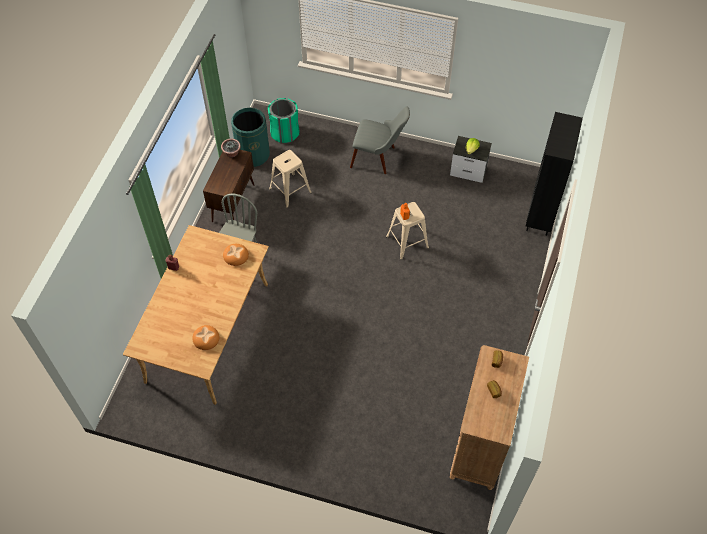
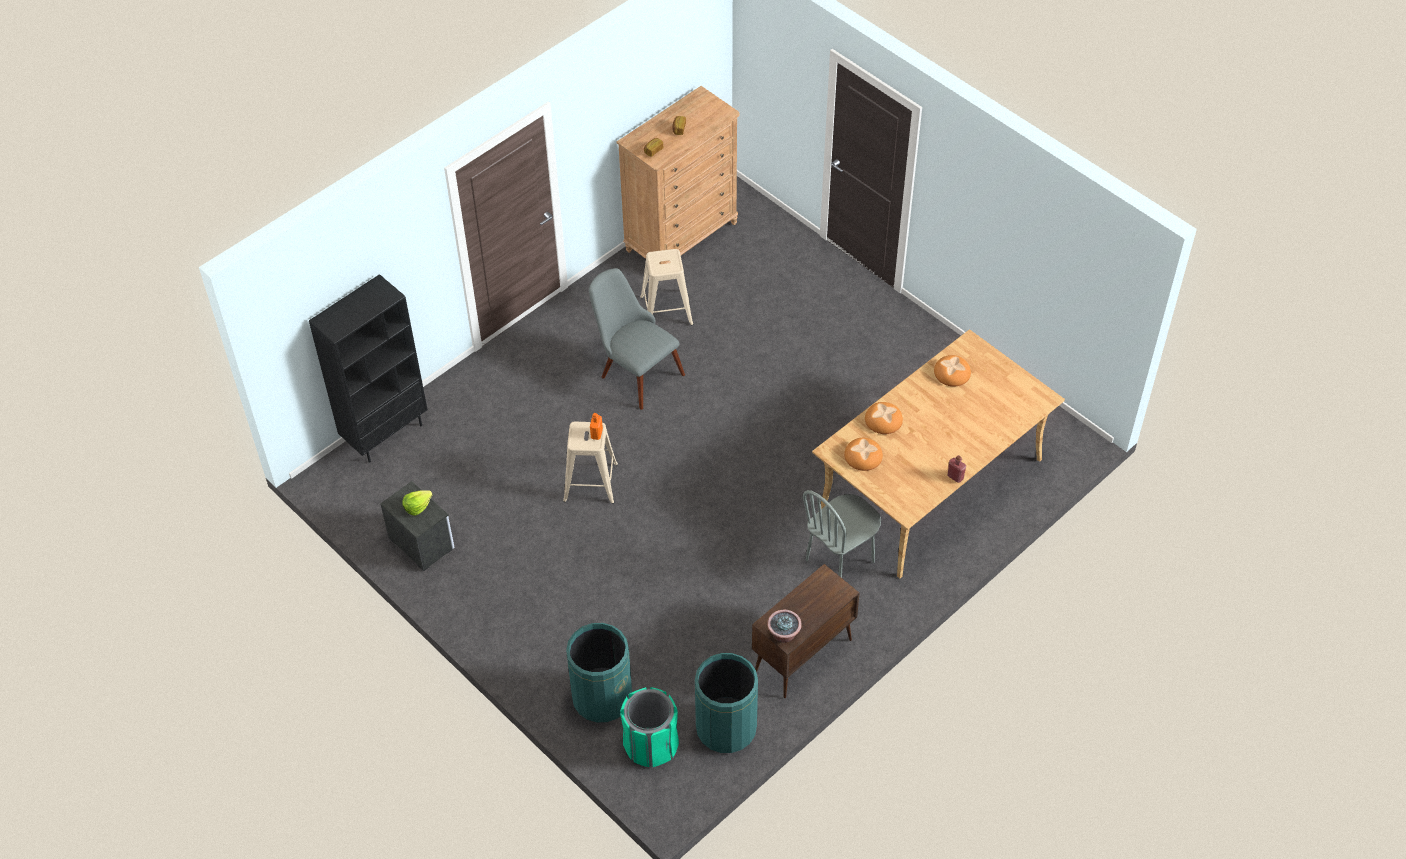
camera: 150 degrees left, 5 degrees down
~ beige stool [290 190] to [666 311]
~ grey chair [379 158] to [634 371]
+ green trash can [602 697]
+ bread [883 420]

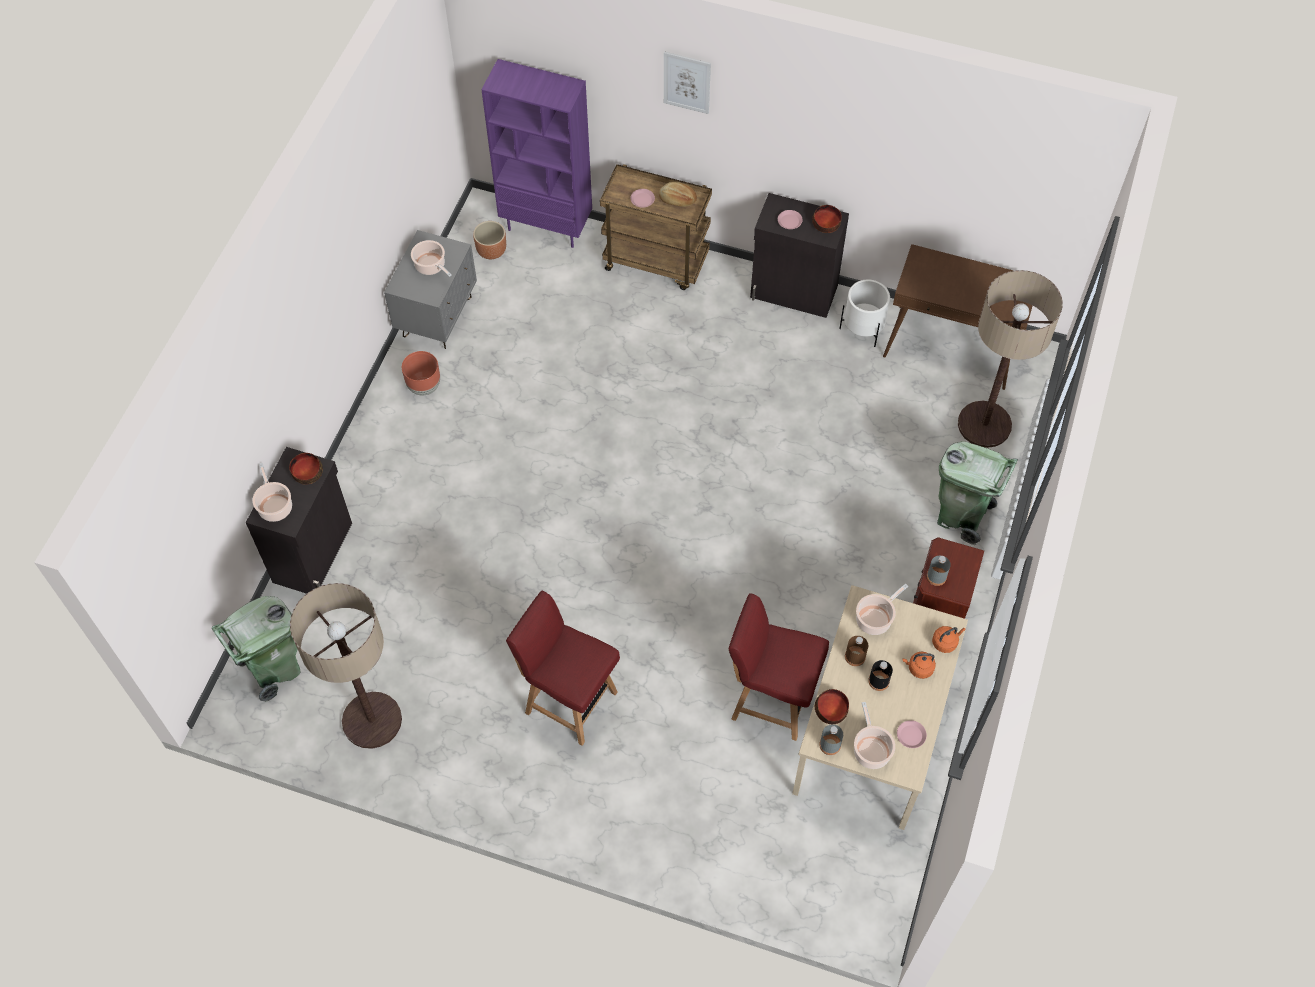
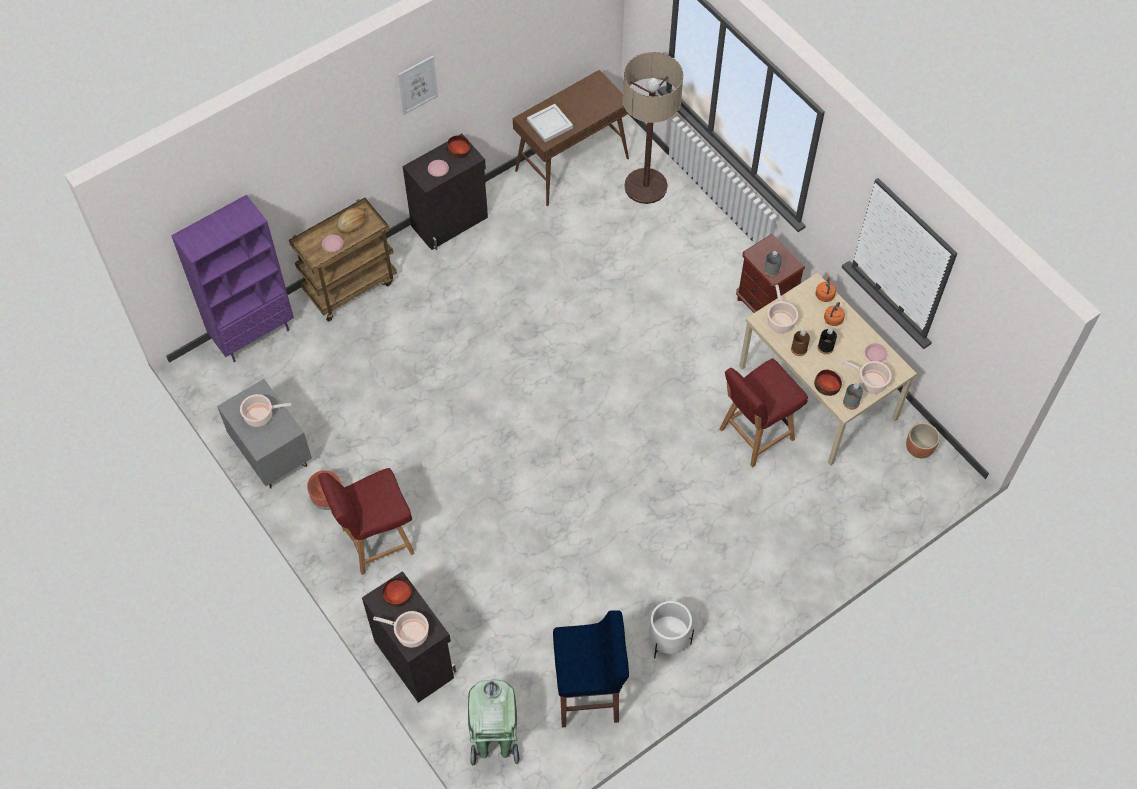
camera: 55 degrees left, 0 degrees up
~ floor lamp [372 720] to blue stool [588 696]
~ brown planter [492 251] to [919 448]
~ red chair [569 701] to [376 541]
~ picture [687 82] to [417 85]
~ white planter [862 330] to [668 641]
- green trash can [961 516]
+ white tray [549 124]

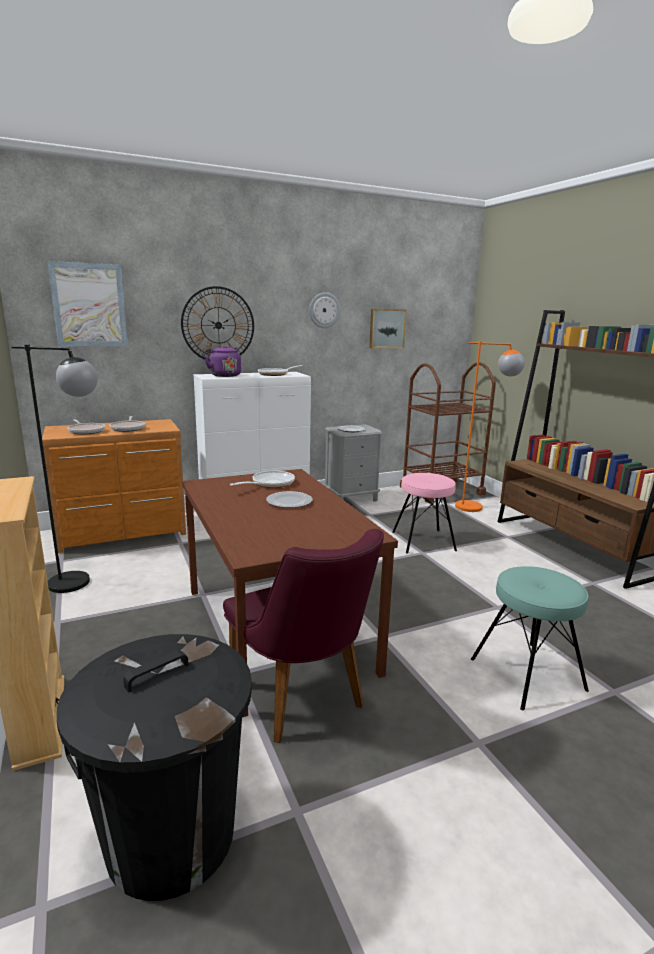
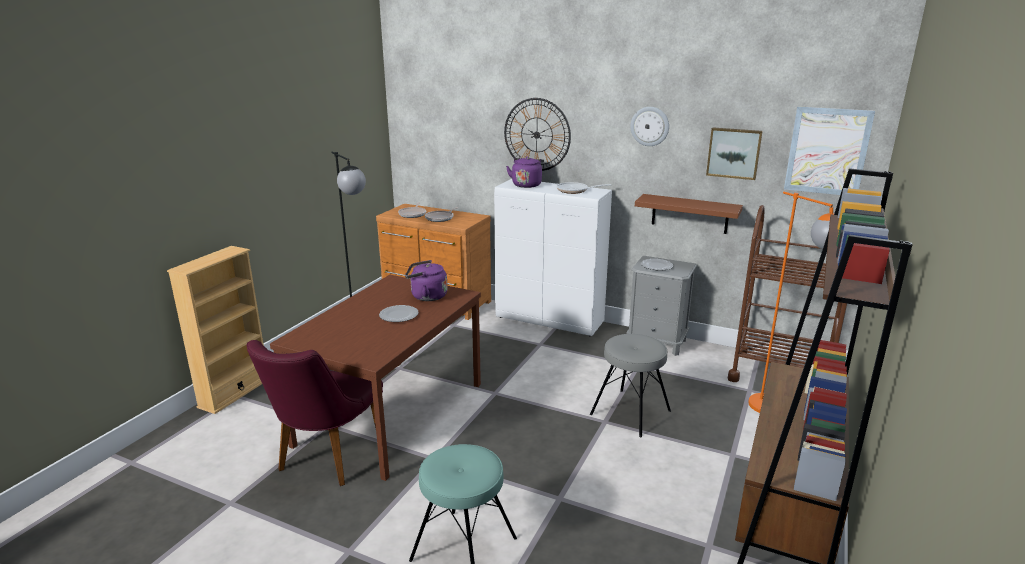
camera: 50 degrees right, 5 degrees up
~ picture [89 305] to [827 151]
- black trash can [170 835]
~ frying pan [270 483] to purple kettle [426 296]
~ pink stool [423 541] to grey stool [630 412]
+ brown shelf [689 214]

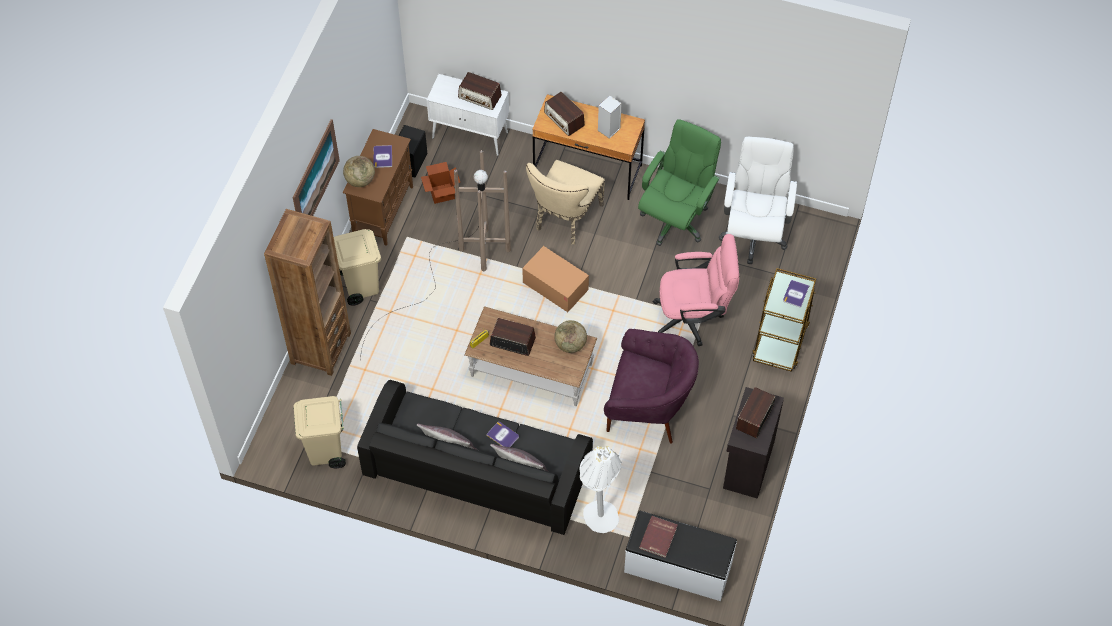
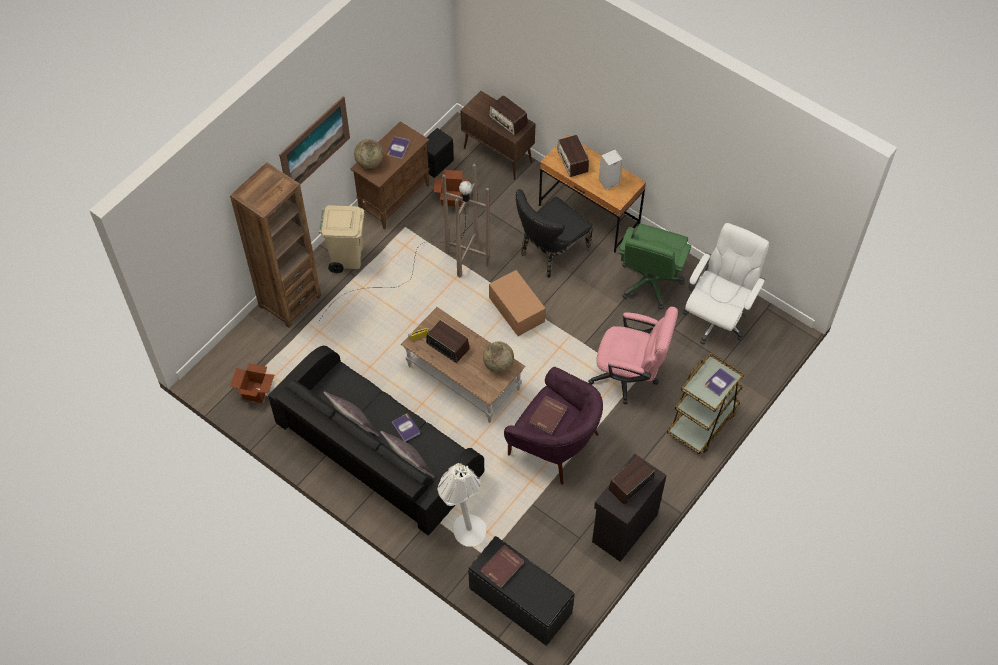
camera: 20 degrees right, 0 degrees up
~ beige trash can [326 451] to cardboard box [255 392]
~ white cabinet [470 135] to brown cabinet [498 155]
~ beige chair [565 219] to black chair [550 253]
~ white bench [678 568] to black bench [520 601]
~ green office chair [675 219] = [650 282] 150 degrees clockwise
+ red book [548 416]

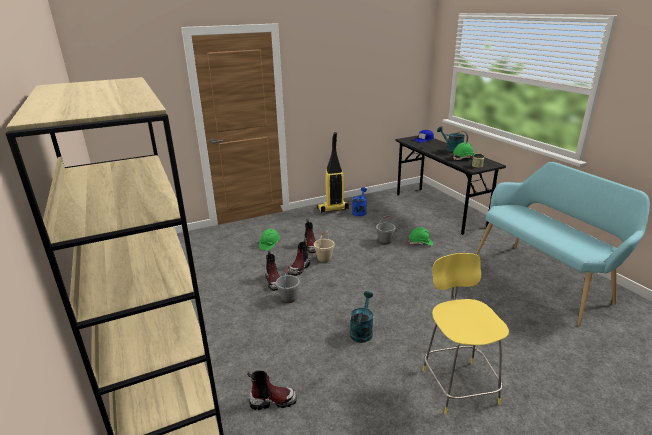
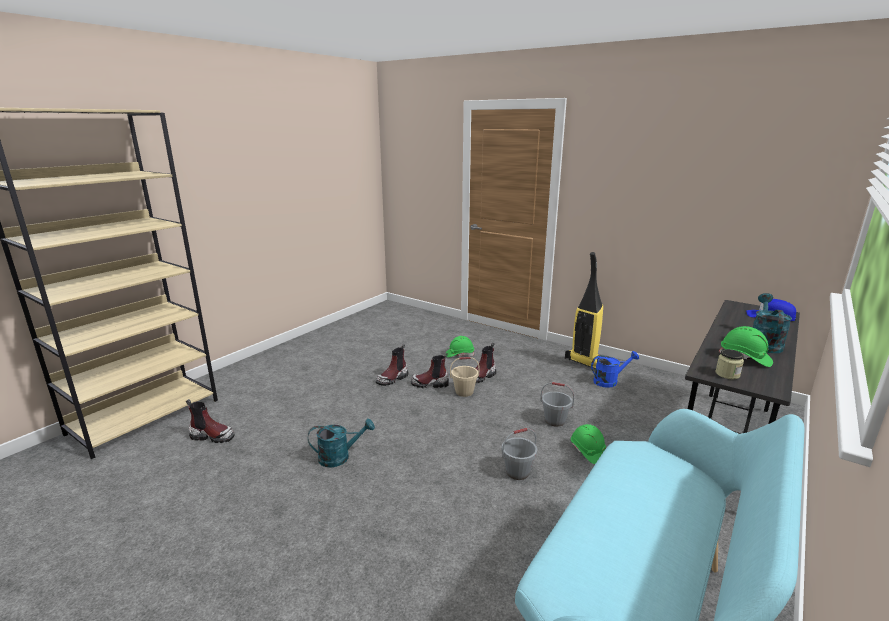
camera: 60 degrees right, 5 degrees down
~ boot [272 401] = [212 436] 45 degrees counterclockwise
~ grey bucket [288 298] to [517 472]
- yellow stool [458 384]

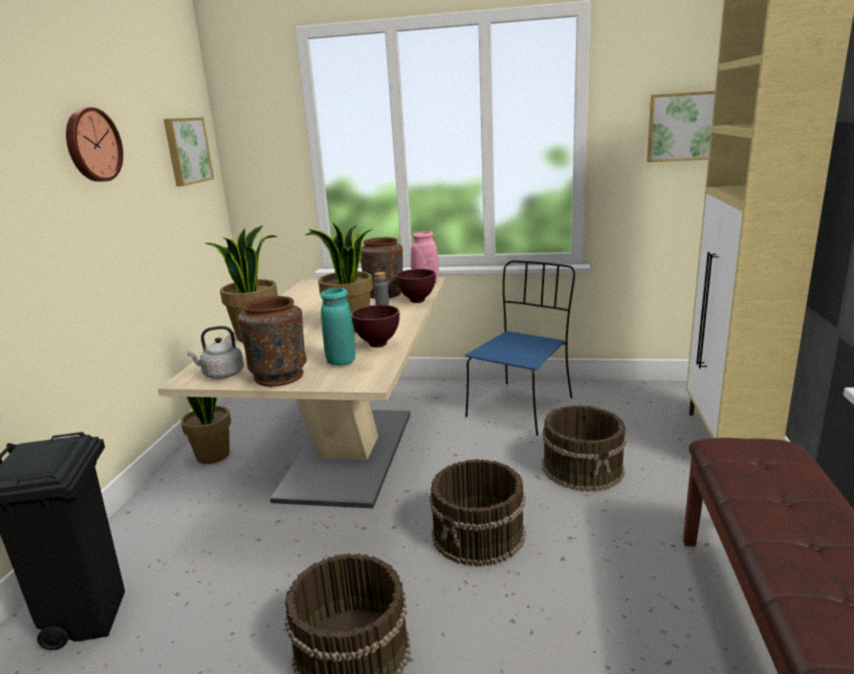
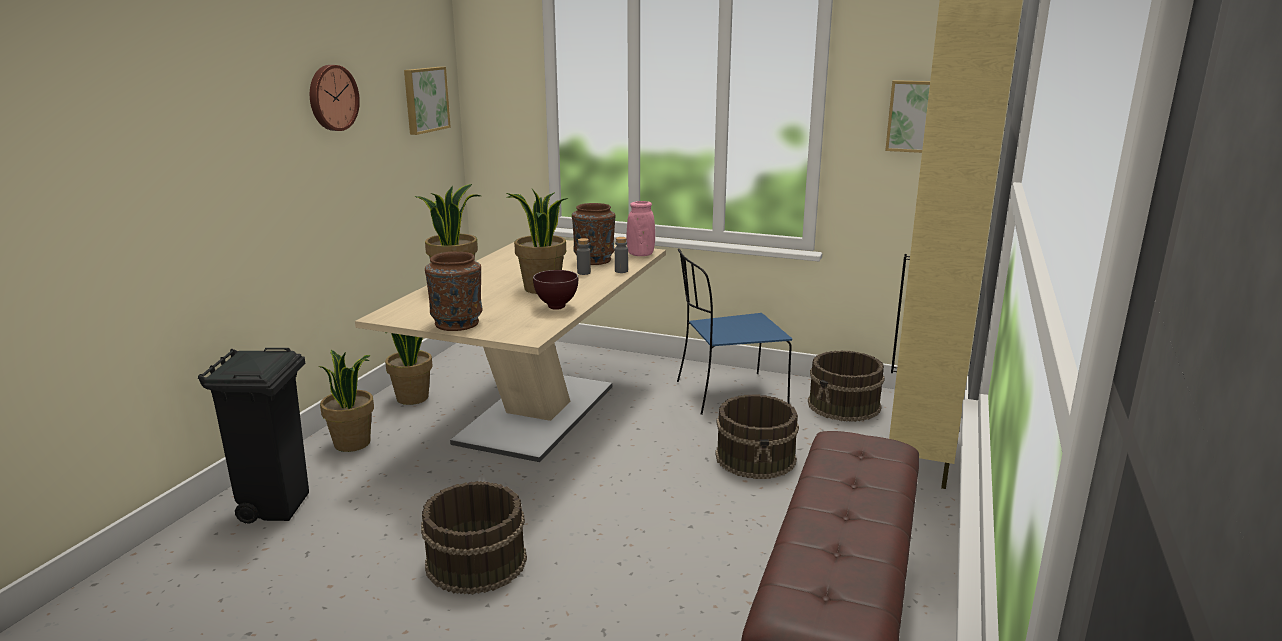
camera: 10 degrees right, 0 degrees up
- grey kettle [221 374]
- turquoise vase [341 361]
~ brown bowl [418 301] to grey bottle [621 271]
~ brown bucket [479 534] to [844 405]
~ blue chair [521 406] = [728 394] 150 degrees counterclockwise
+ potted plant [353 443]

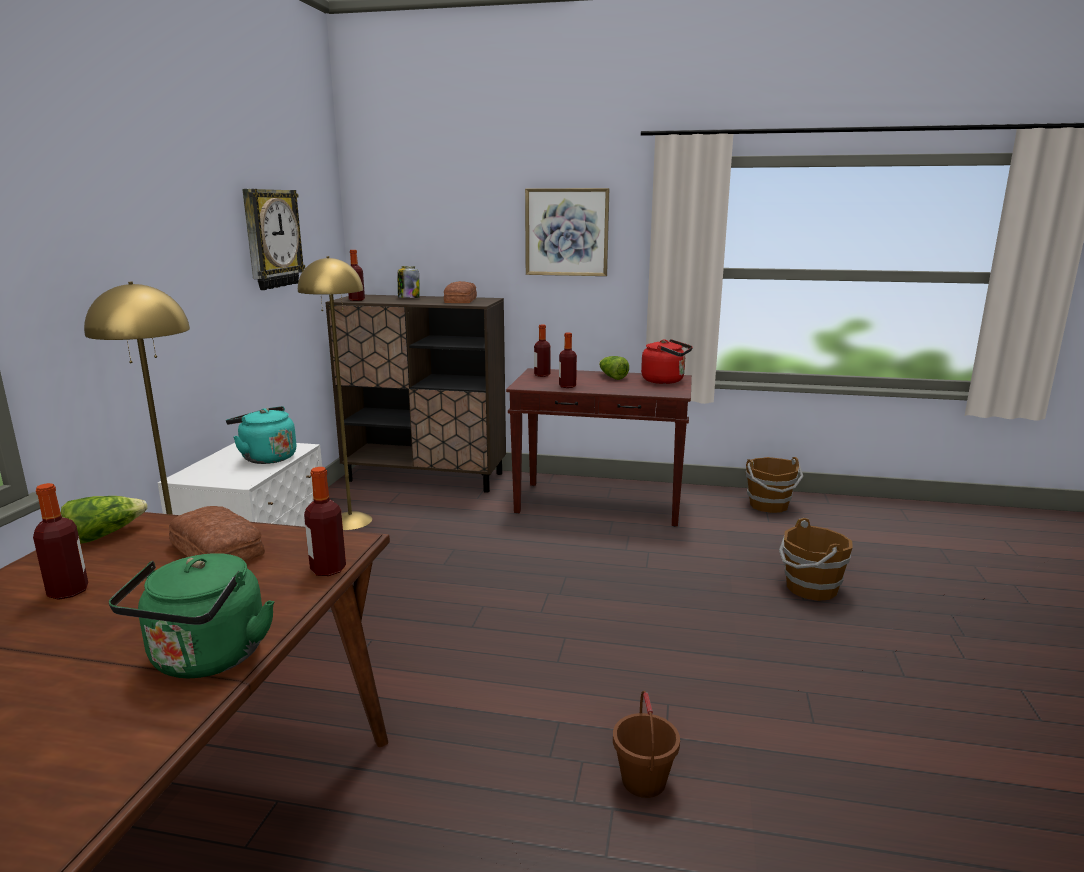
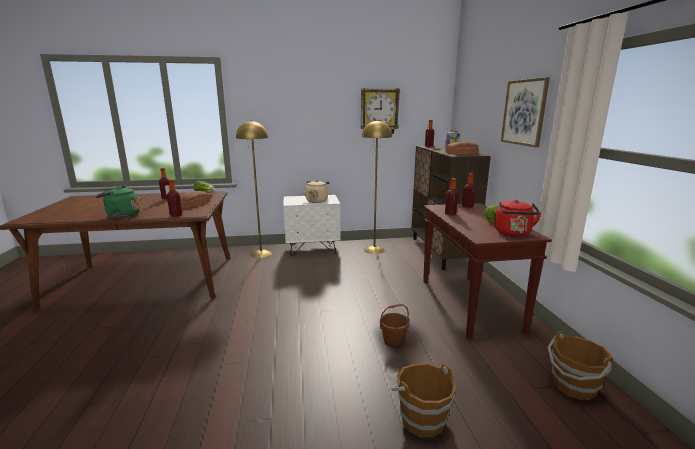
camera: 70 degrees right, 0 degrees up
~ turquoise kettle [266 458] to beige kettle [317 201]
~ brown bucket [644 781] to [393 341]

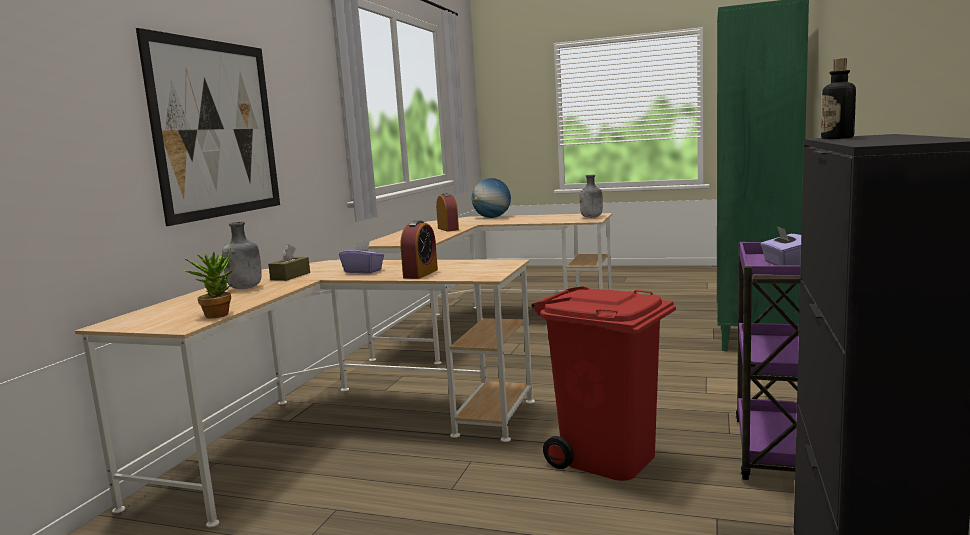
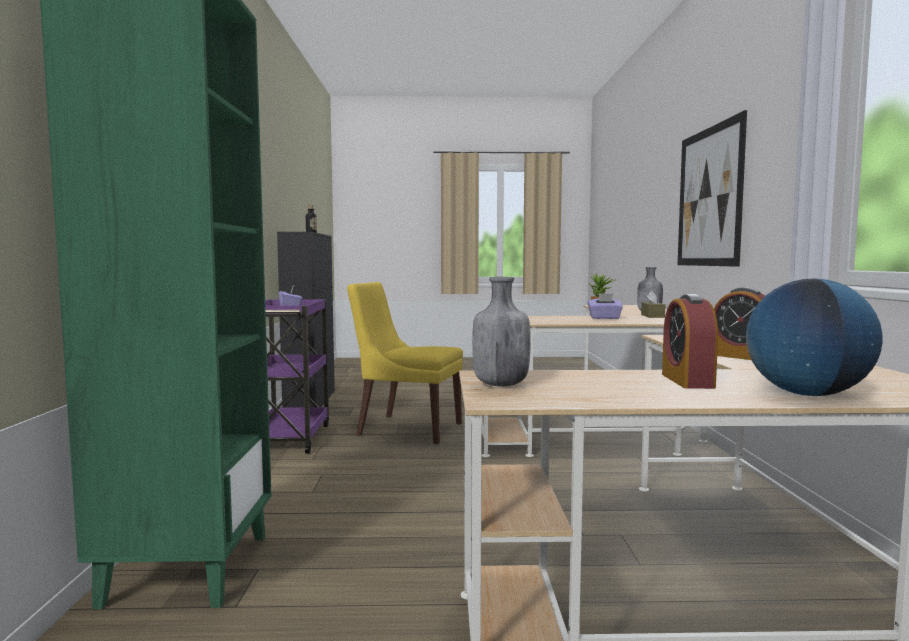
camera: 160 degrees right, 5 degrees down
~ alarm clock [420 274] to [687 381]
~ red trash can [607 458] to yellow chair [406 429]

